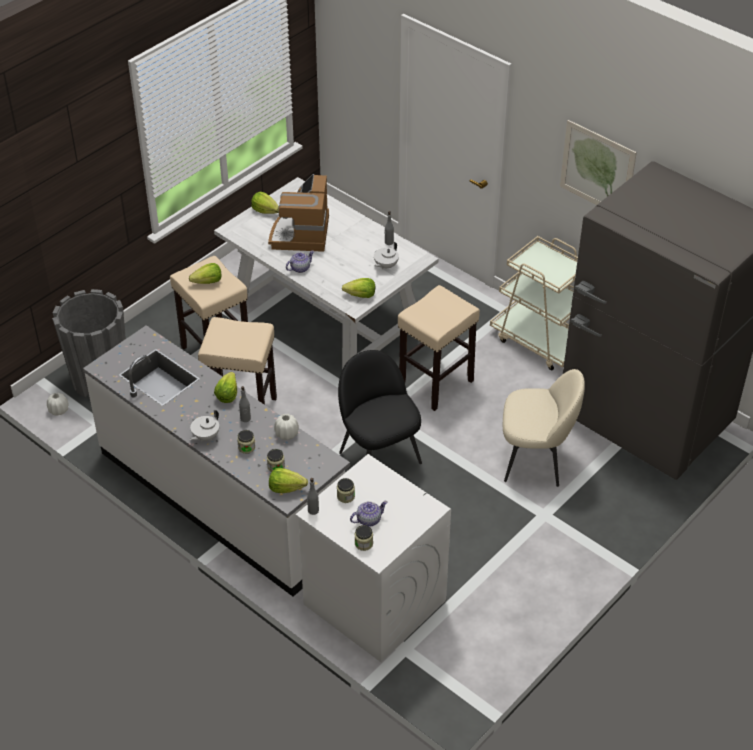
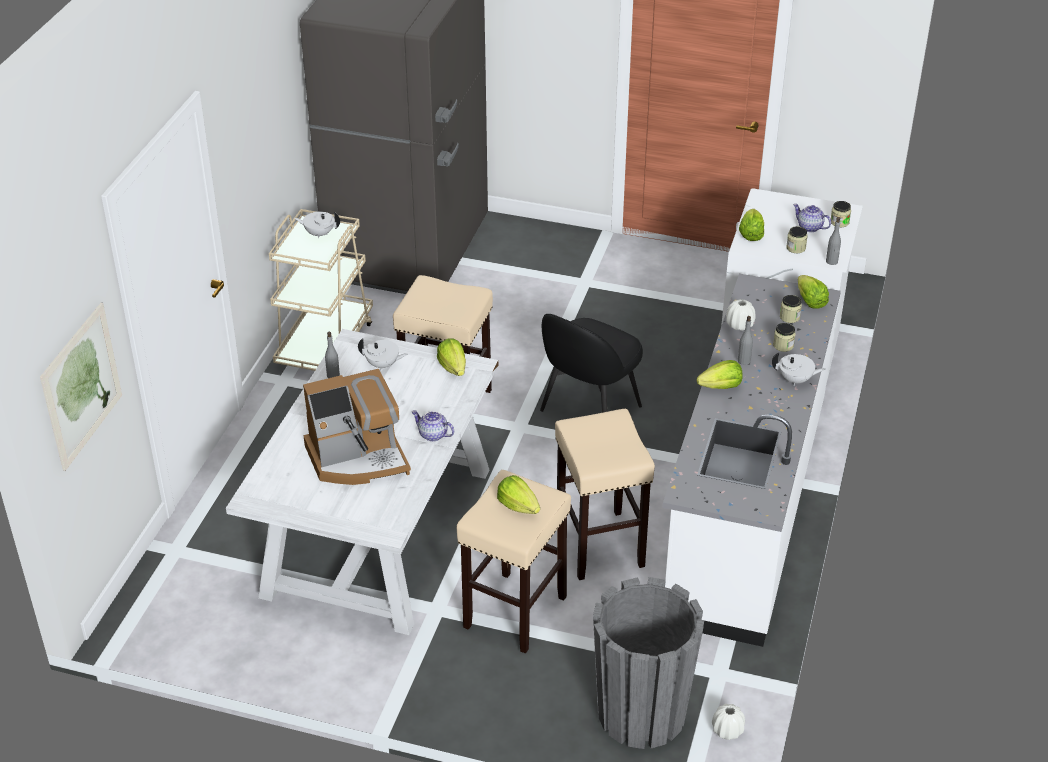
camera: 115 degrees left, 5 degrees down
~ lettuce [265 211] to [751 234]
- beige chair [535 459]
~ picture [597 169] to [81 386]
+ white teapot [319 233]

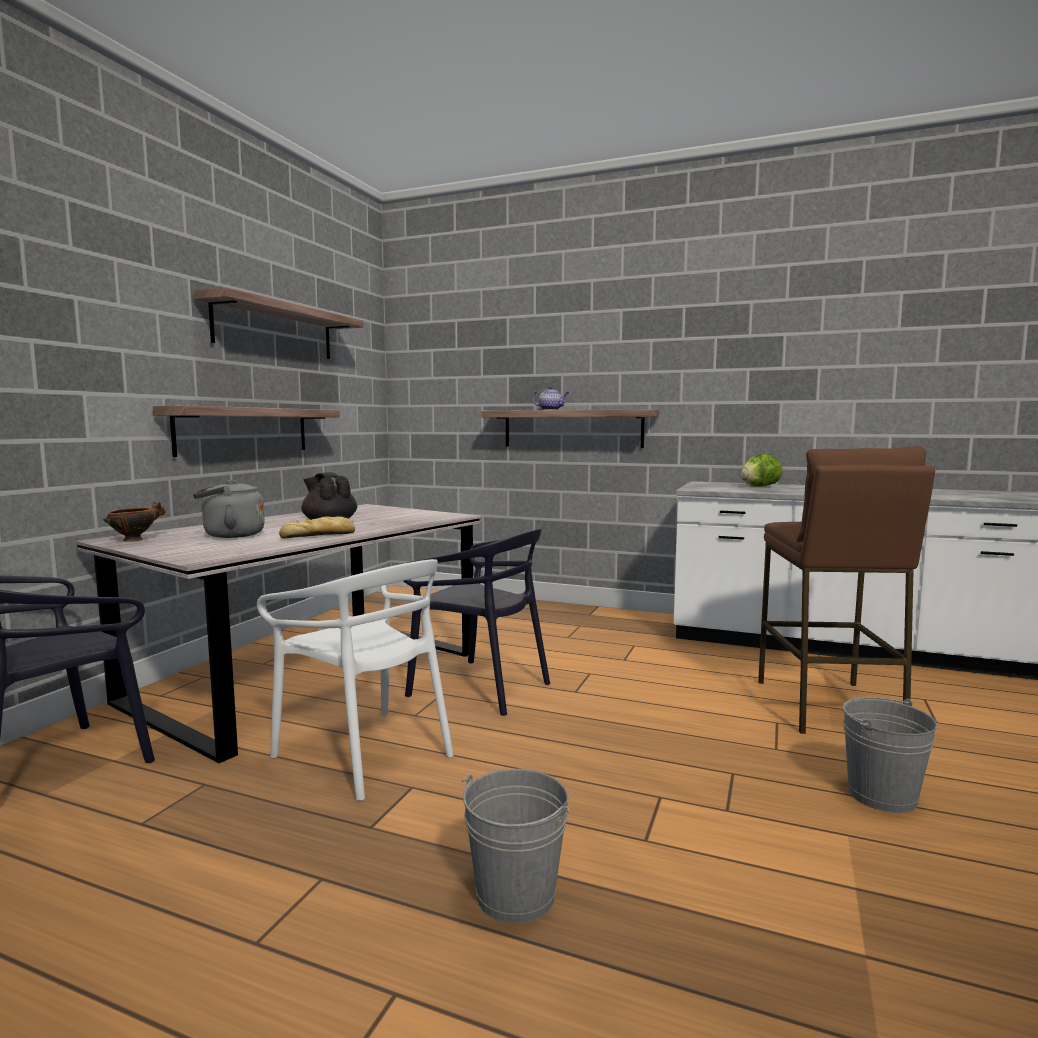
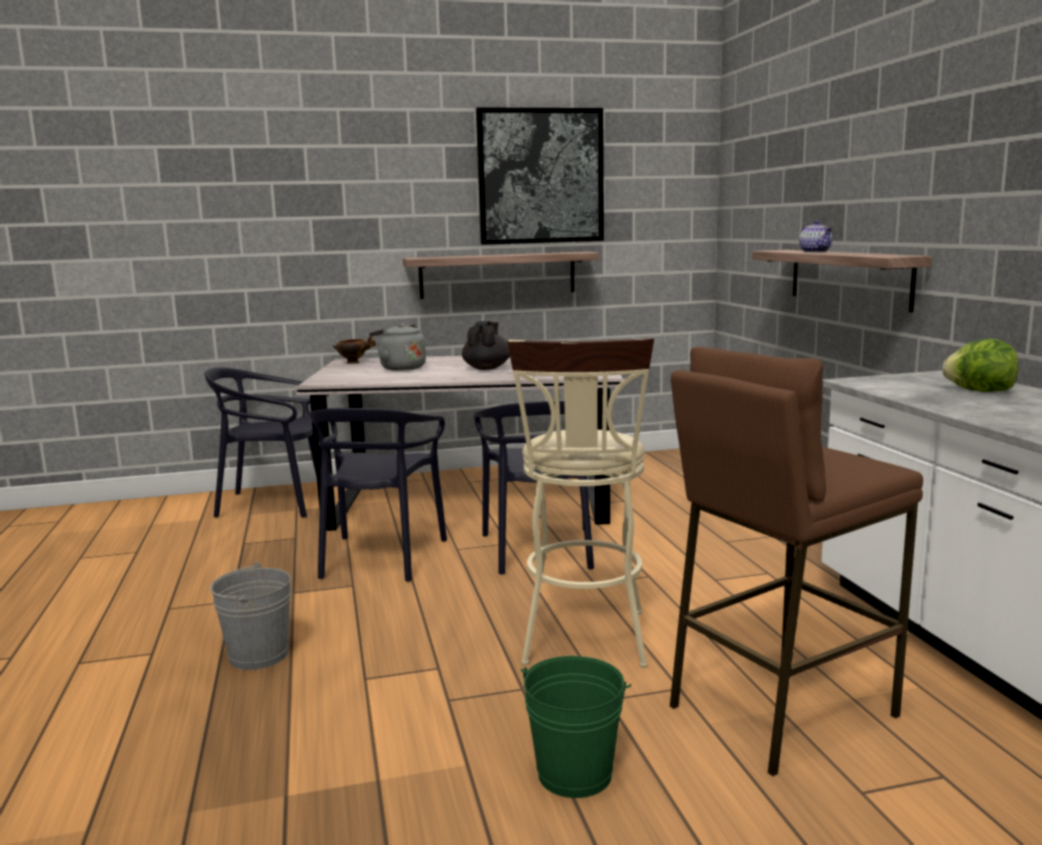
camera: 55 degrees right, 5 degrees up
~ shelf [275 330] to picture [540 176]
~ white chair [365 753] to black chair [380 557]
- bread [319 535]
~ grey bucket [882 795] to green bucket [575 774]
+ beige stool [585 643]

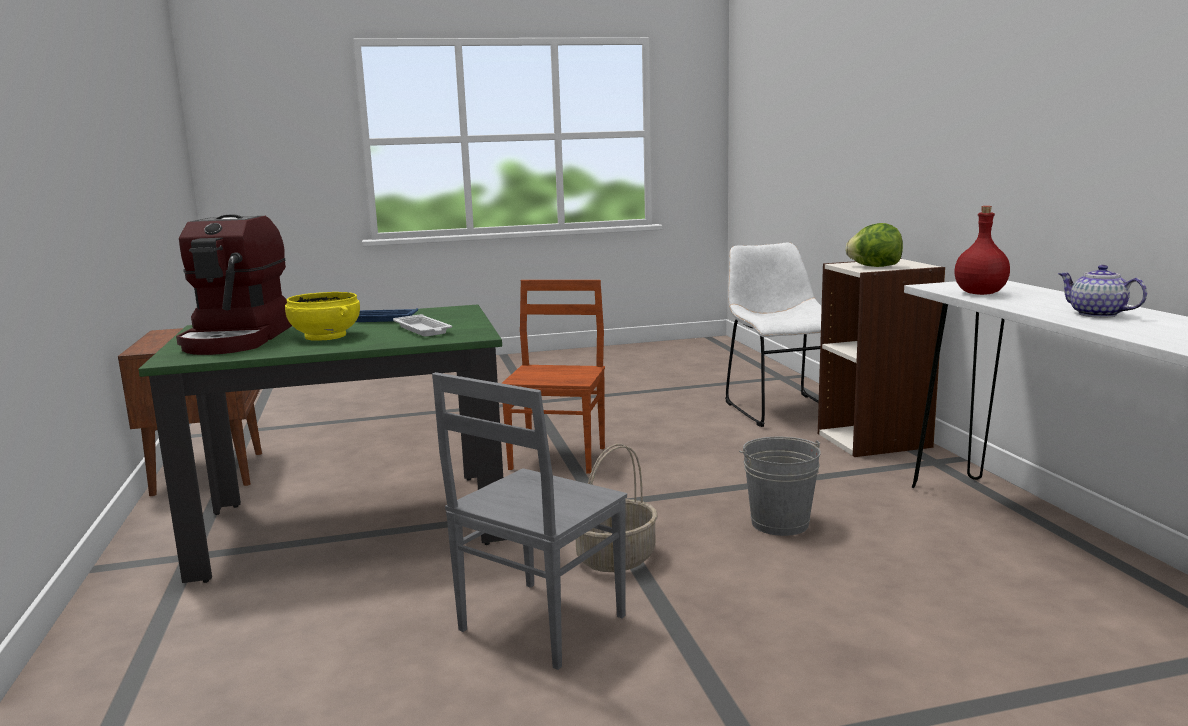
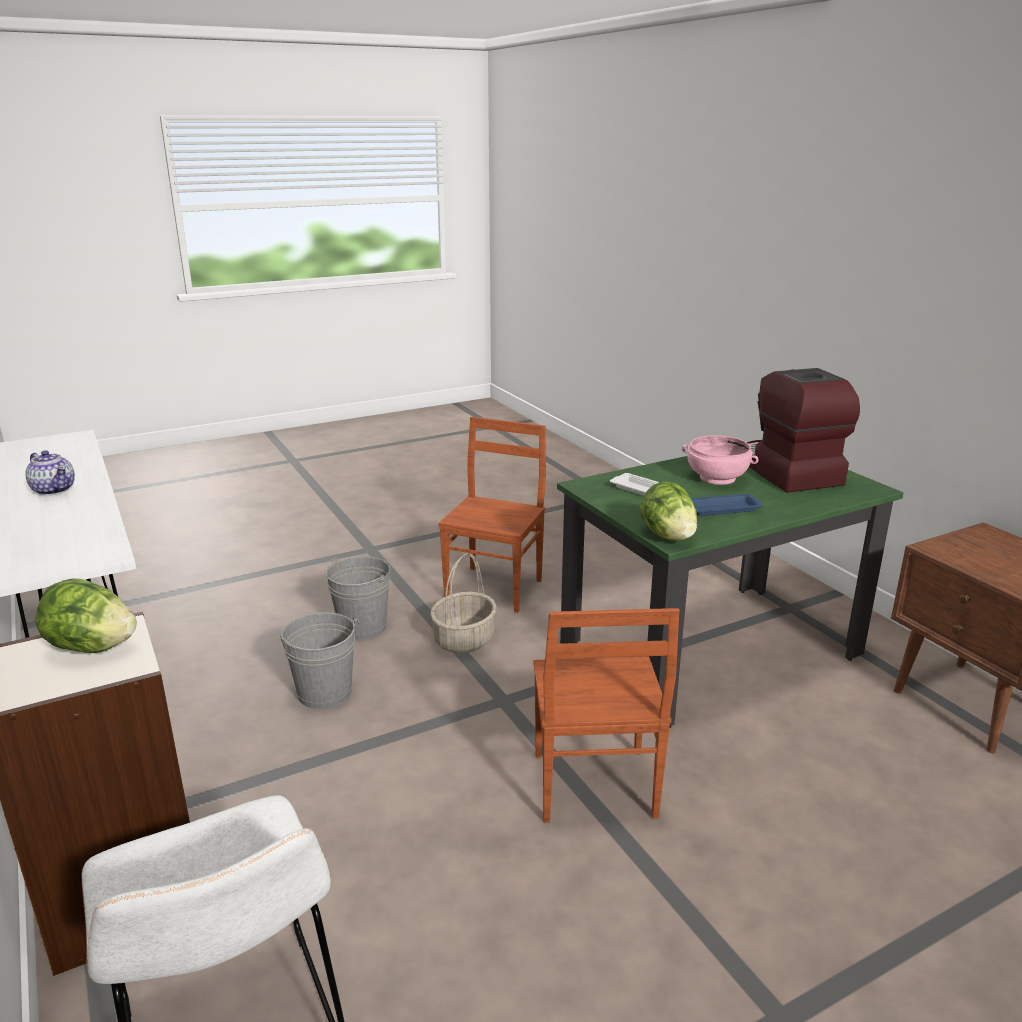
camera: 165 degrees right, 10 degrees up
~ yellow bowl [324 336] to pink bowl [717 478]
~ grey chair [538 624] to brown chair [495 588]
- red bottle [979 293]
+ grey bucket [362 627]
+ lettuce [667 536]

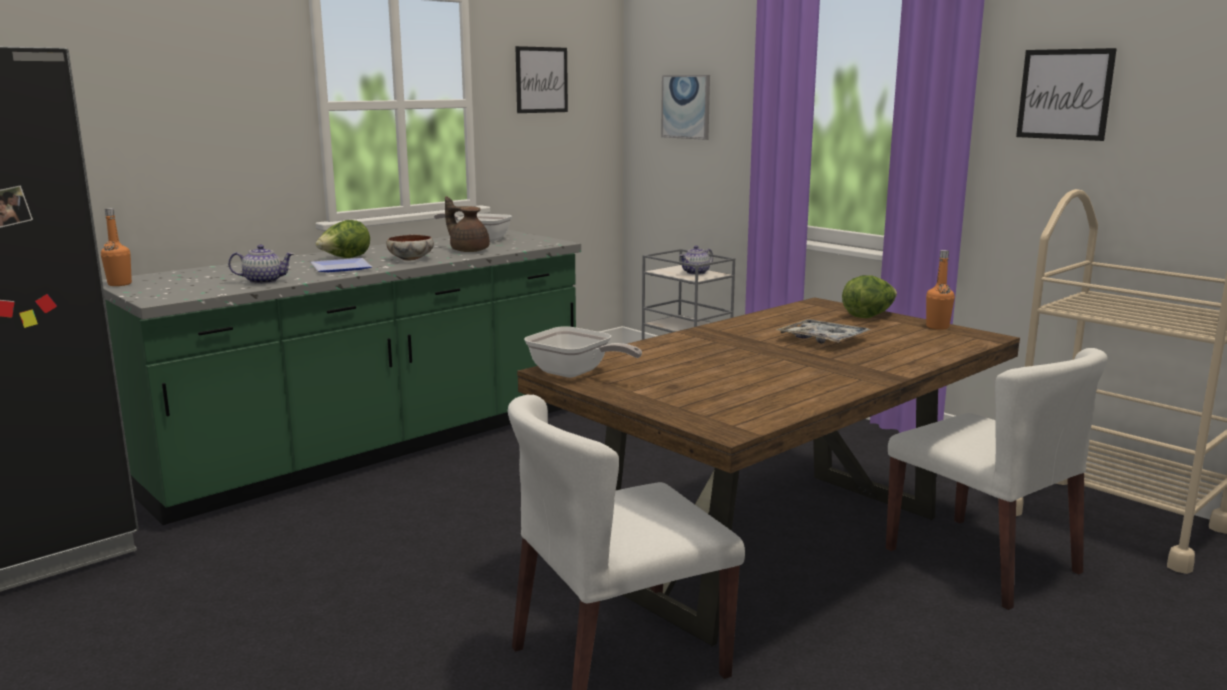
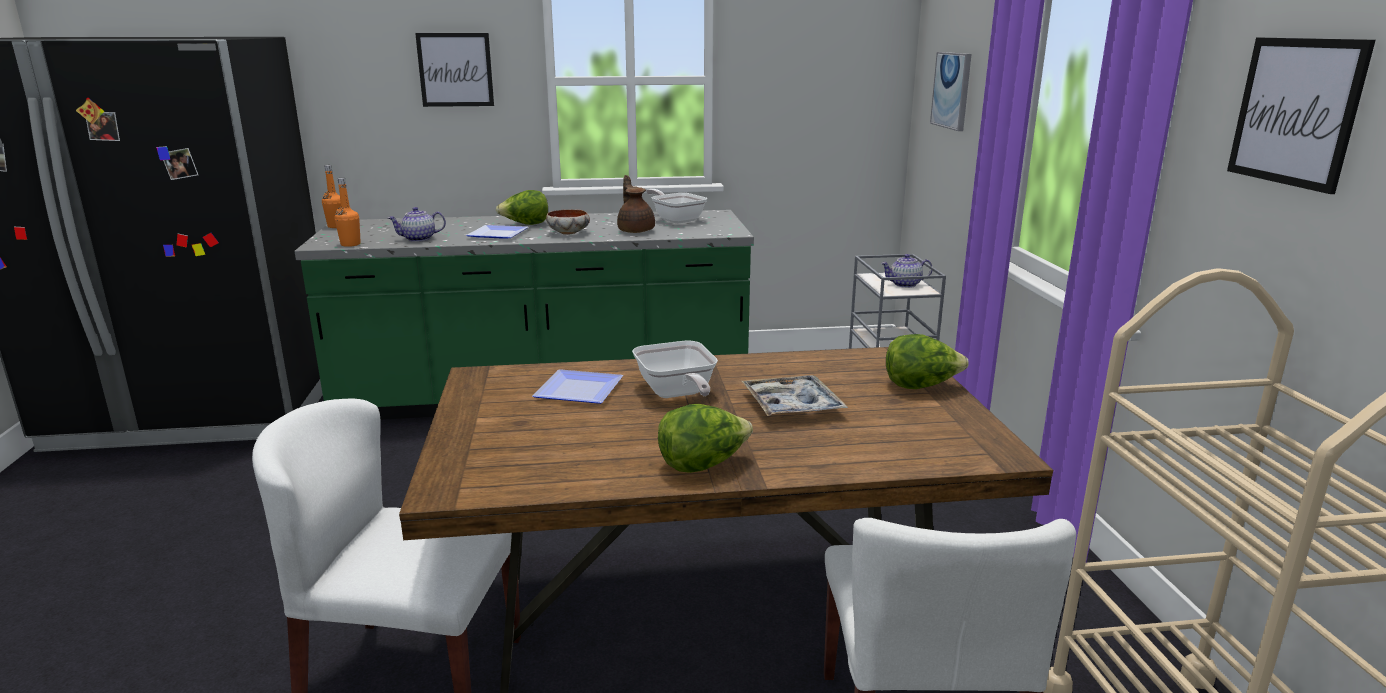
camera: 35 degrees right, 5 degrees up
~ teapot [264 281] = [418 239] 135 degrees clockwise
~ picture [541 80] to [455 70]
~ frying pan [575 373] to [676 394]
~ orange bottle [937 327] to [350 244]
+ plate [580 392]
+ lettuce [703 465]

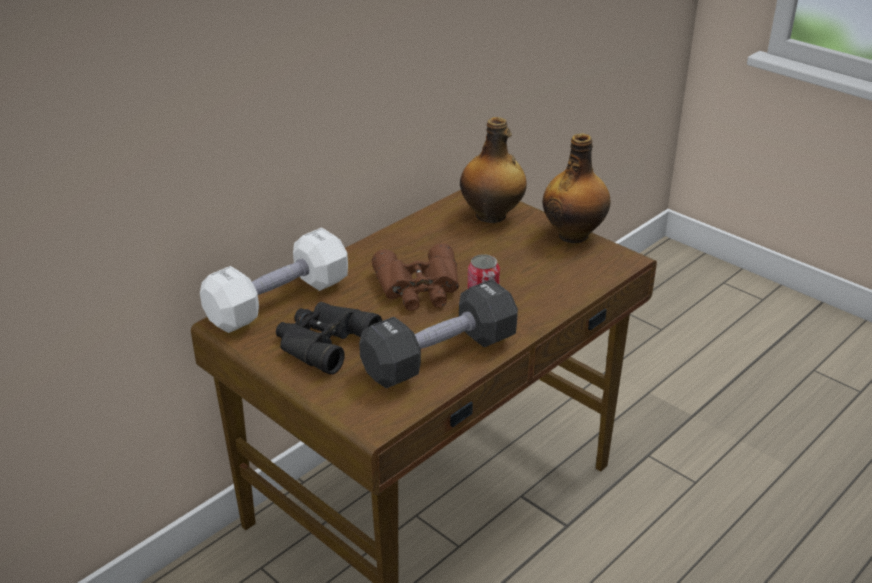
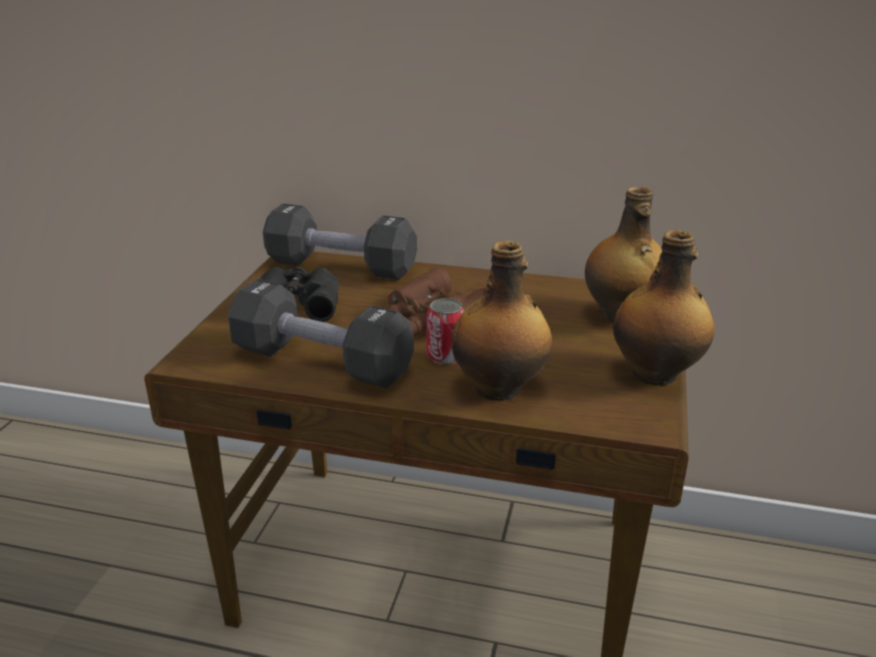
camera: 60 degrees right, 5 degrees down
~ white dumbbell [278 302] to black dumbbell [341 266]
+ bottle [500 388]

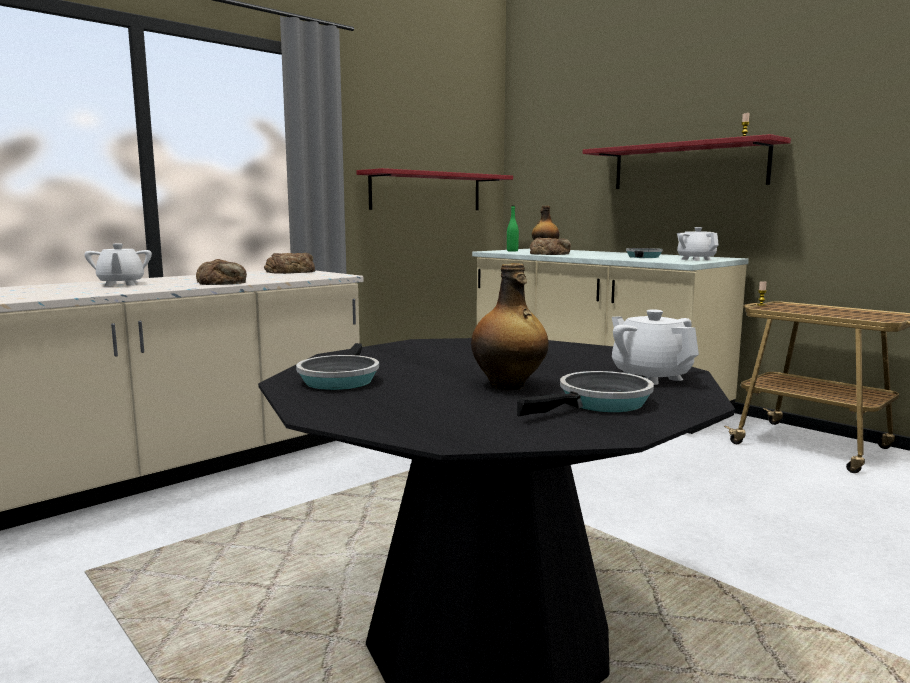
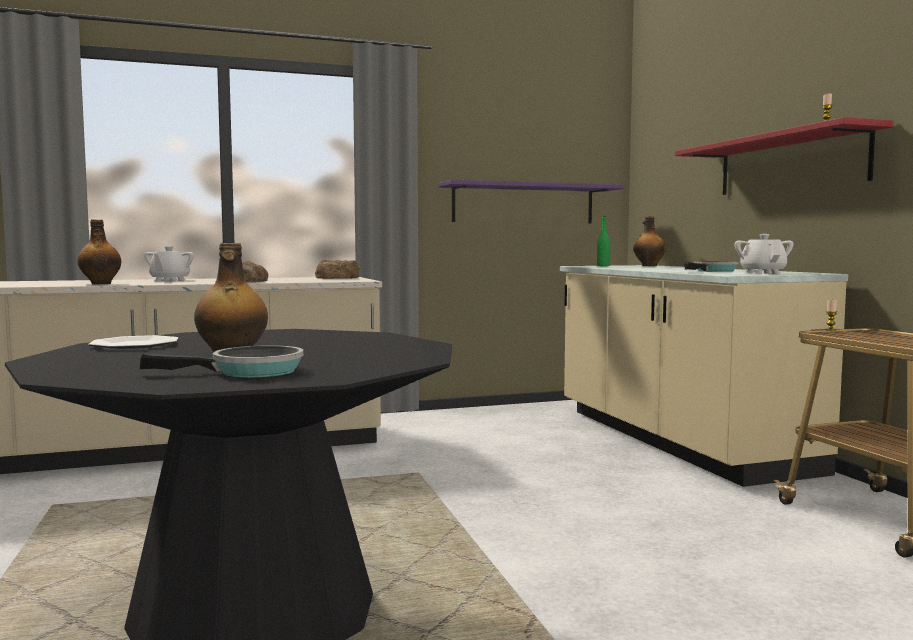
camera: 25 degrees right, 5 degrees down
~ frying pan [339 379] to plate [134 345]
~ red shelf [427 191] to purple shelf [523 204]
- bread [549 253]
- white teapot [650 377]
+ bottle [101 283]

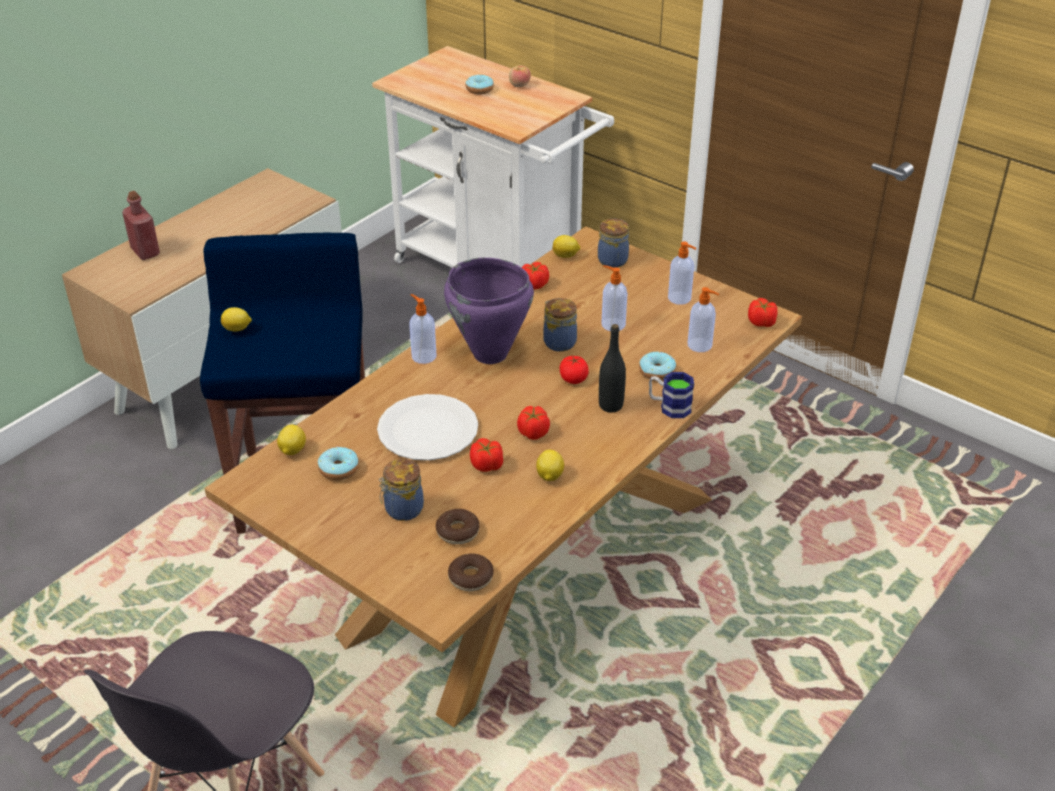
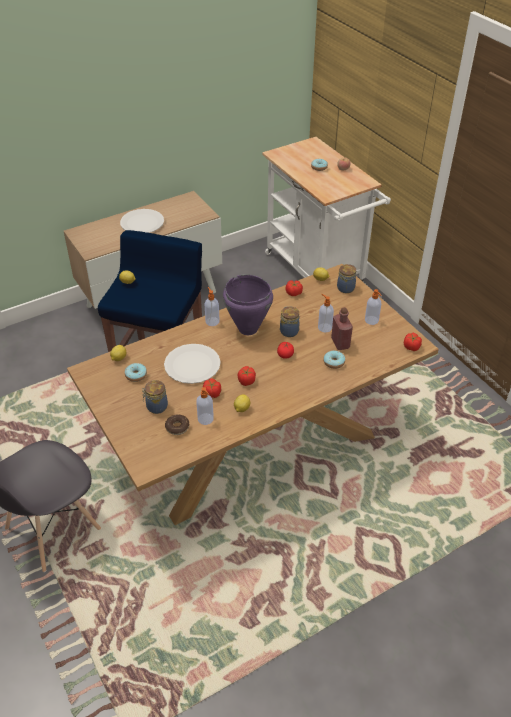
camera: 20 degrees right, 5 degrees up
~ red bottle [145 251] to [340 343]
- donut [471 578]
- black bottle [610 405]
- mug [669 407]
~ soap dispenser [700 345] to [206 419]
+ white plate [142 223]

